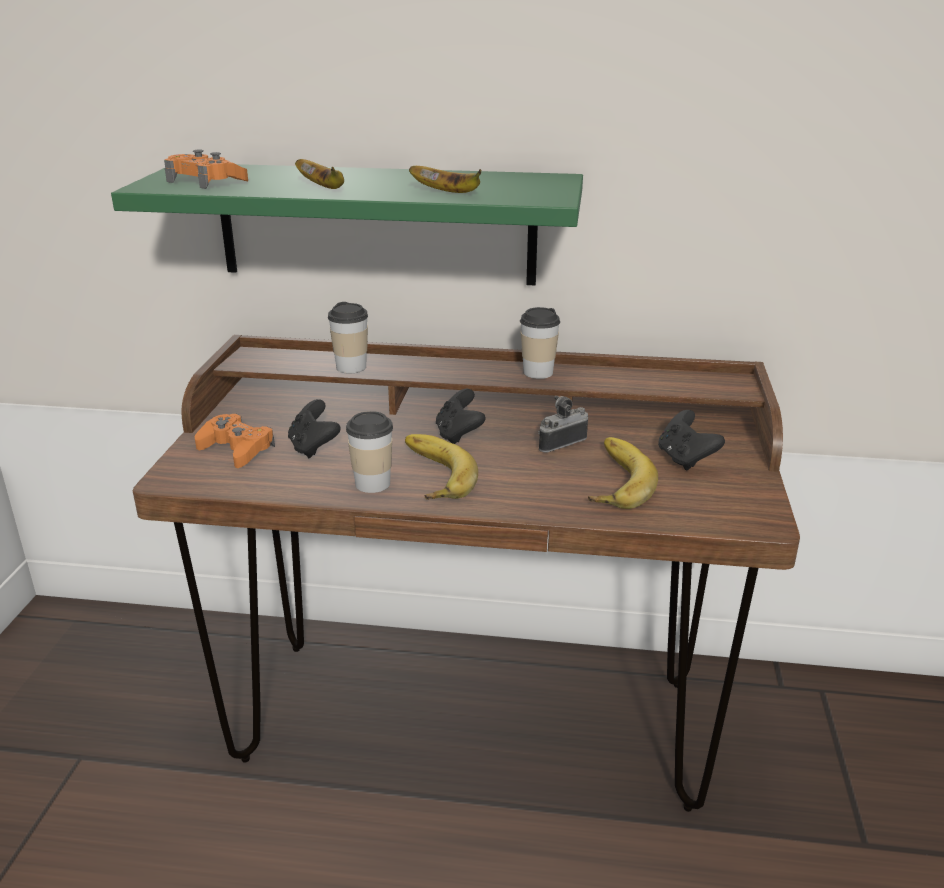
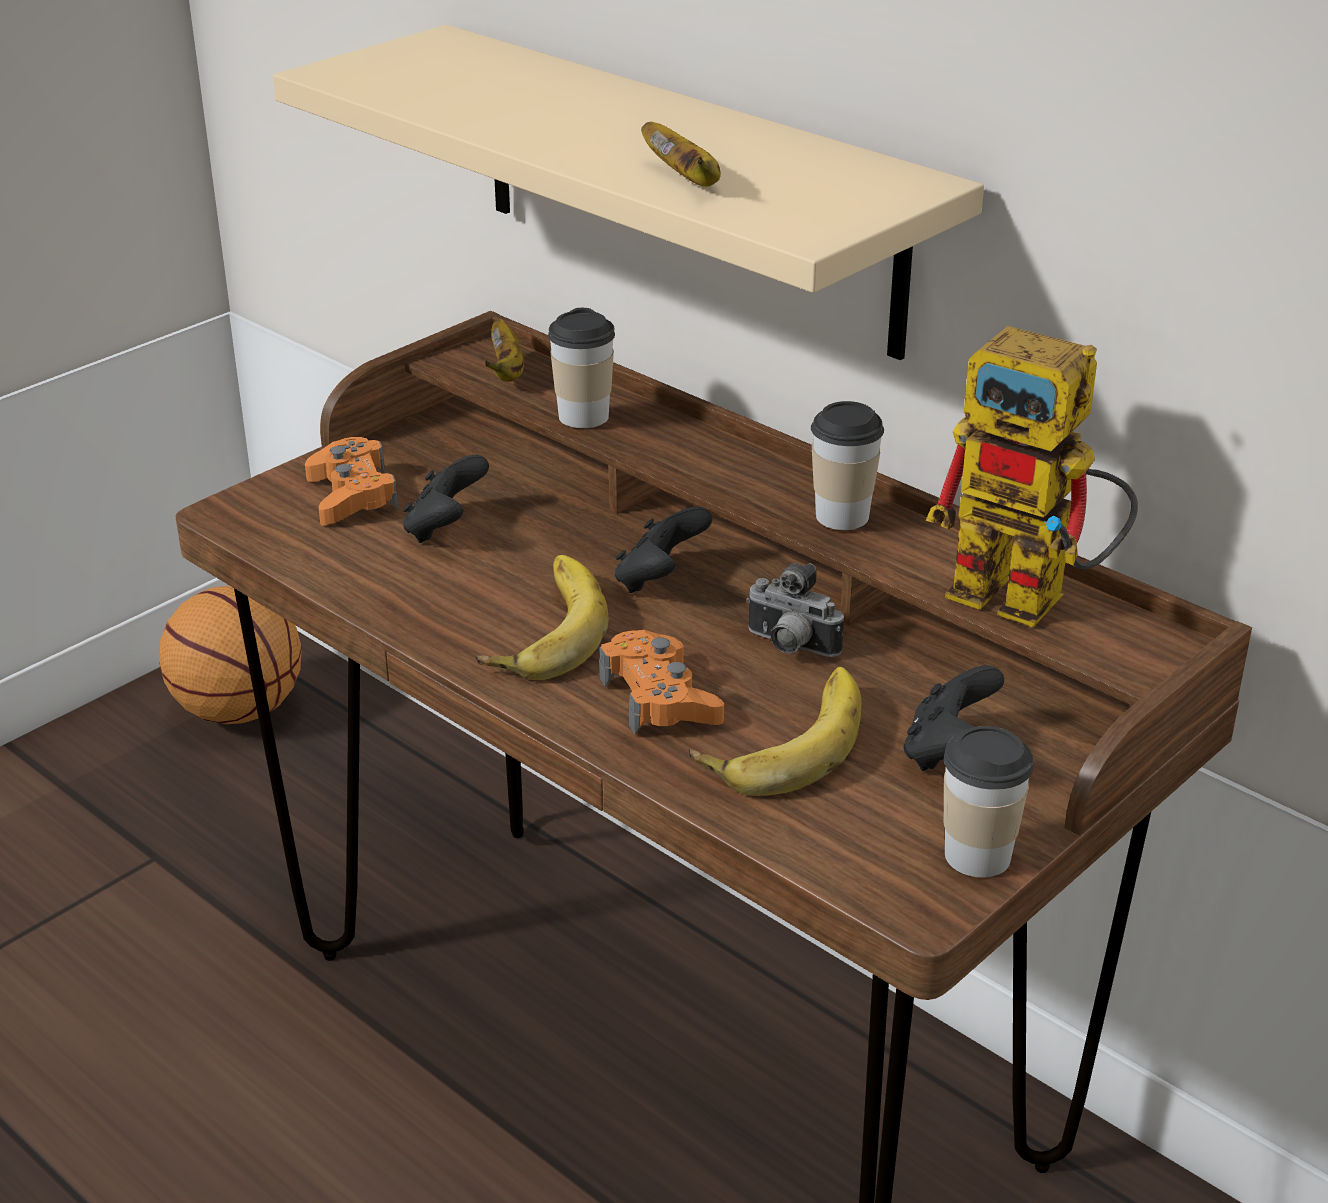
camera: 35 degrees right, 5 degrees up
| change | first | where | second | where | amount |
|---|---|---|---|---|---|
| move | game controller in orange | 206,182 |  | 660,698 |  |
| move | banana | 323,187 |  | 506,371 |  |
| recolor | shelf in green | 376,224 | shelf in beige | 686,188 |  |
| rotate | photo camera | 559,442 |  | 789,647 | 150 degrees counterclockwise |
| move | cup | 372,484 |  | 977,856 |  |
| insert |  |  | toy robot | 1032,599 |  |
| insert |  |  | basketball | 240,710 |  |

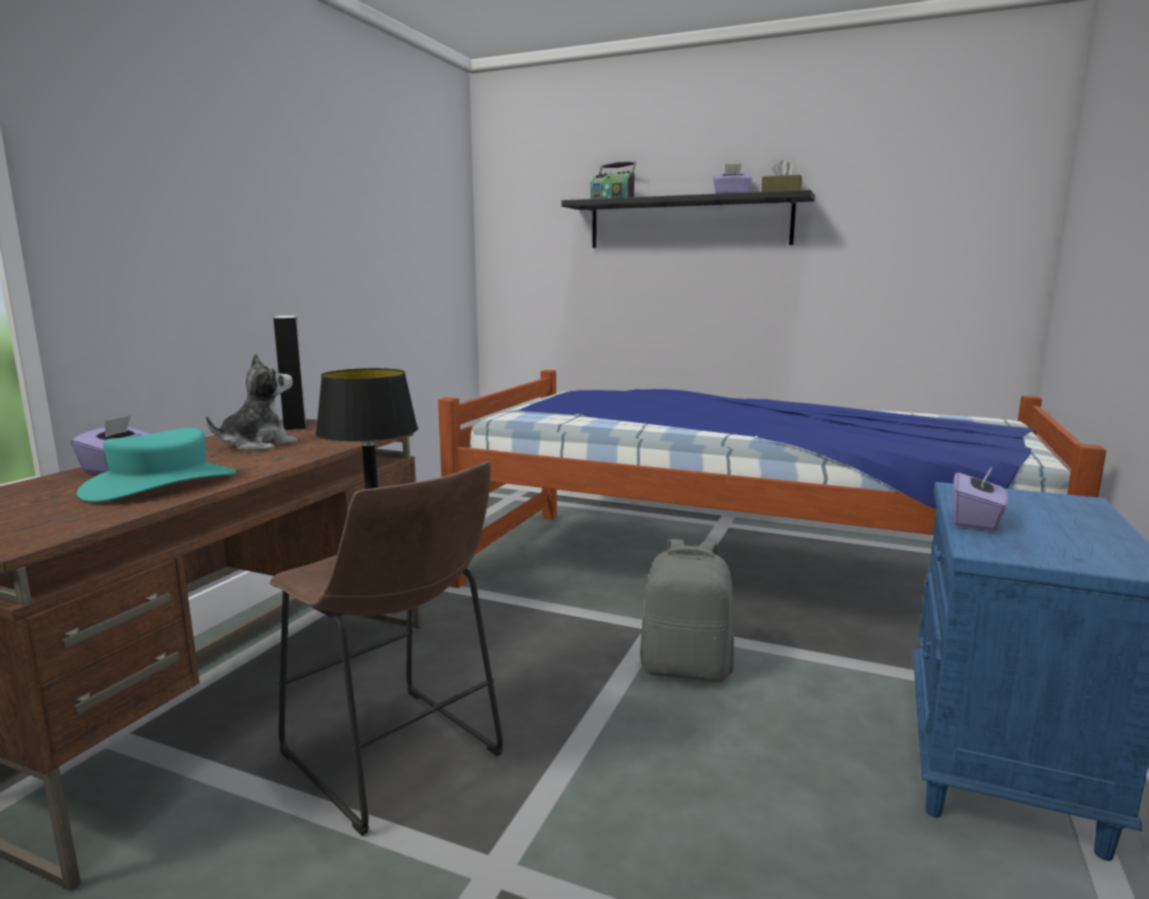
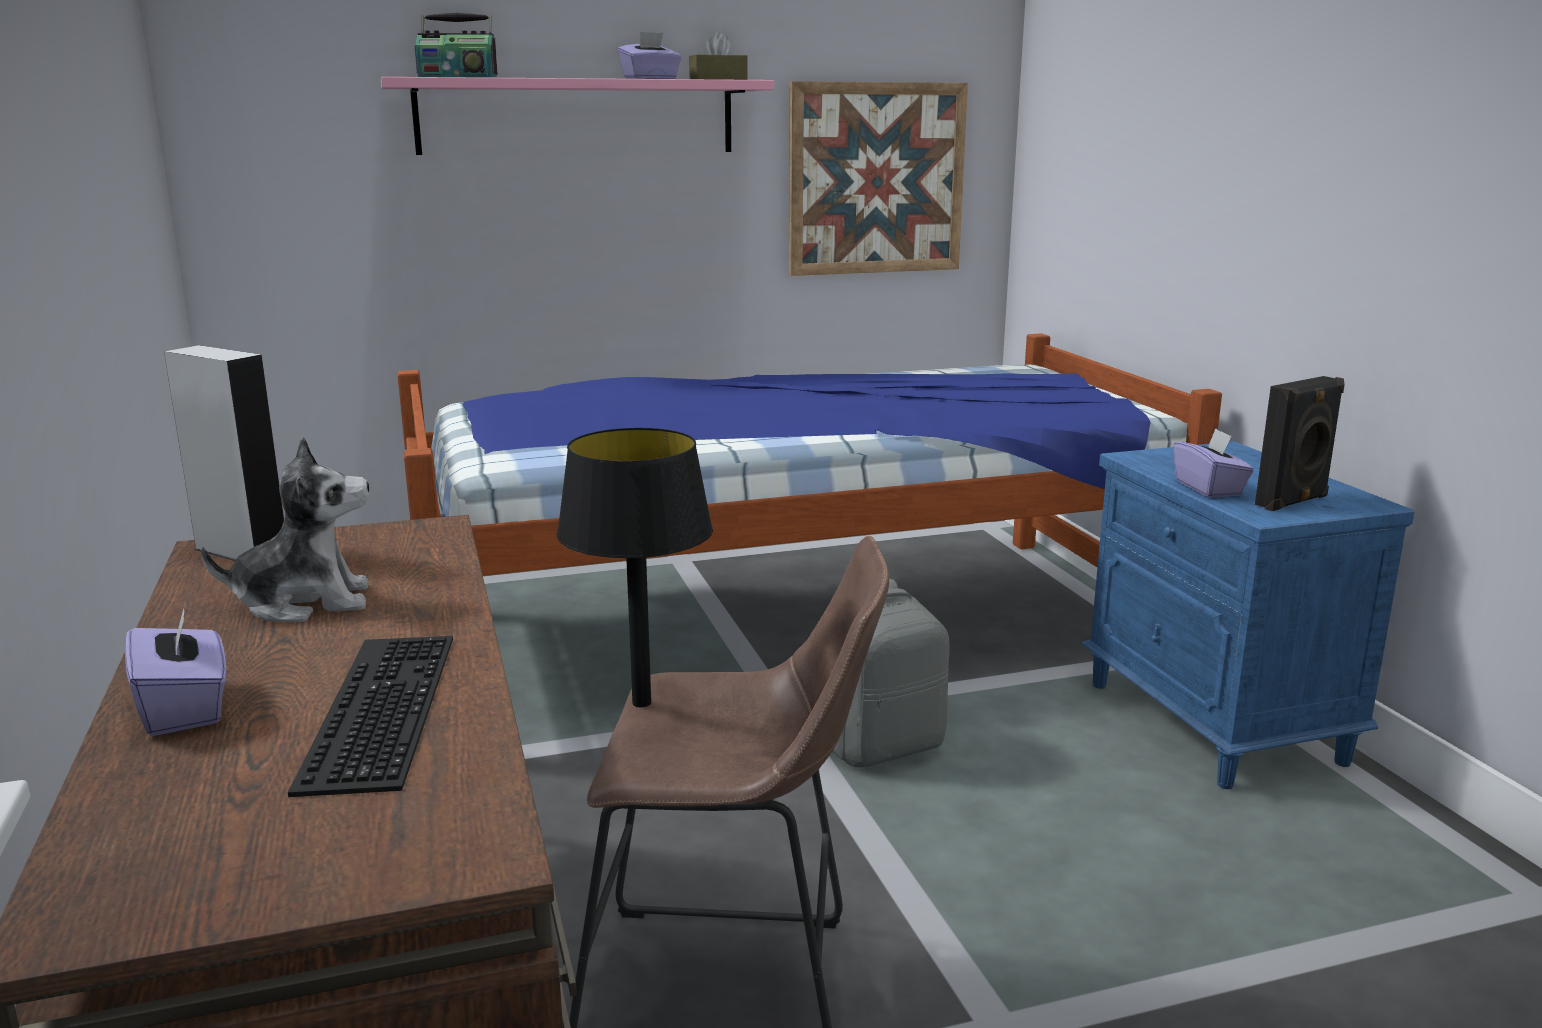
camera: 40 degrees left, 5 degrees up
| change | first | where | second | where | amount |
|---|---|---|---|---|---|
| recolor | shelf in black | 688,223 | shelf in pink | 577,117 |  |
| rotate | plush toy | 257,445 |  | 305,602 | 75 degrees clockwise |
| replace | hat in turquoise | 161,484 | keyboard | 375,706 |  |
| insert |  |  | picture | 876,179 |  |
| insert |  |  | speaker in black | 1293,502 |  |

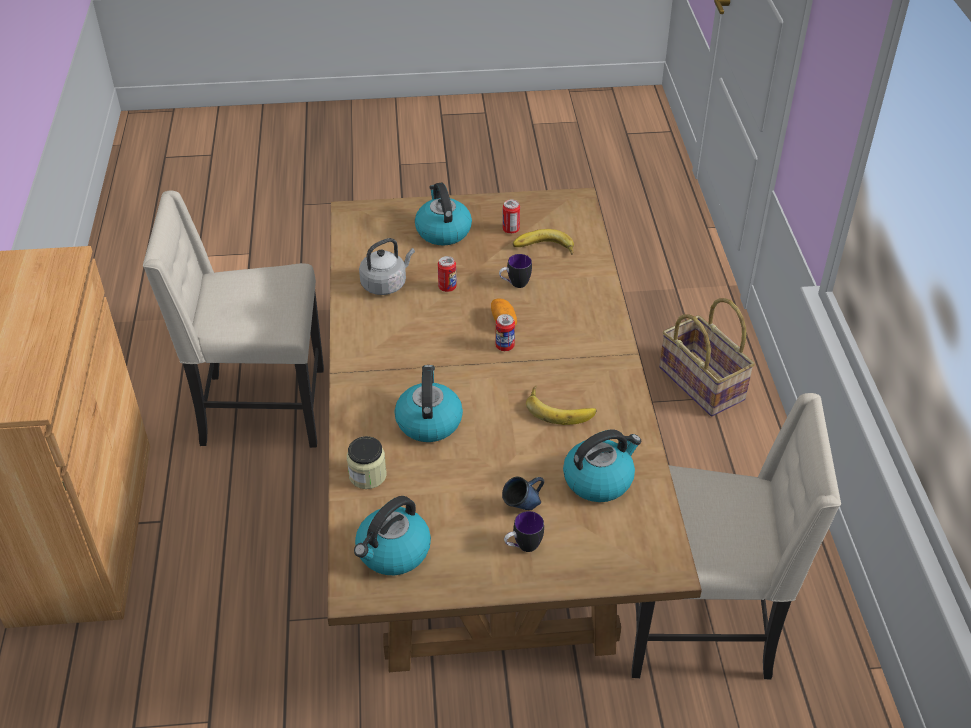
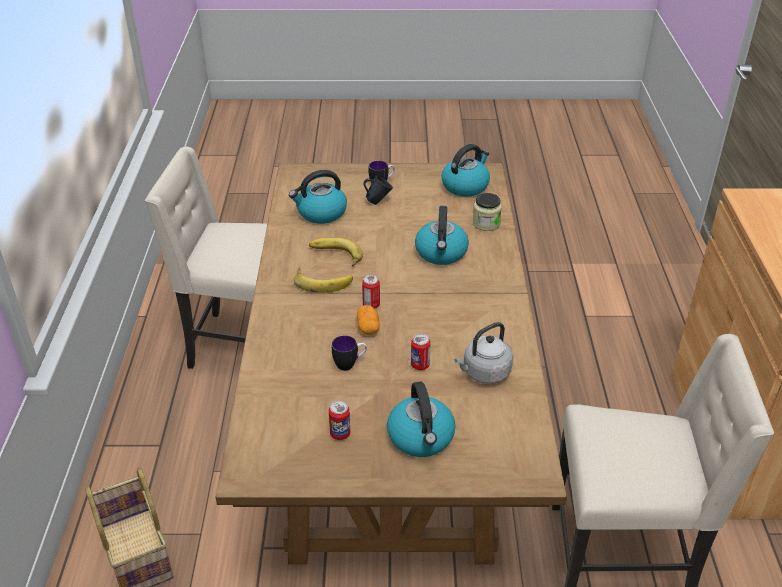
camera: 175 degrees left, 5 degrees down
| change | first | where | second | where | amount |
|---|---|---|---|---|---|
| move | banana | 543,249 |  | 323,281 |  |

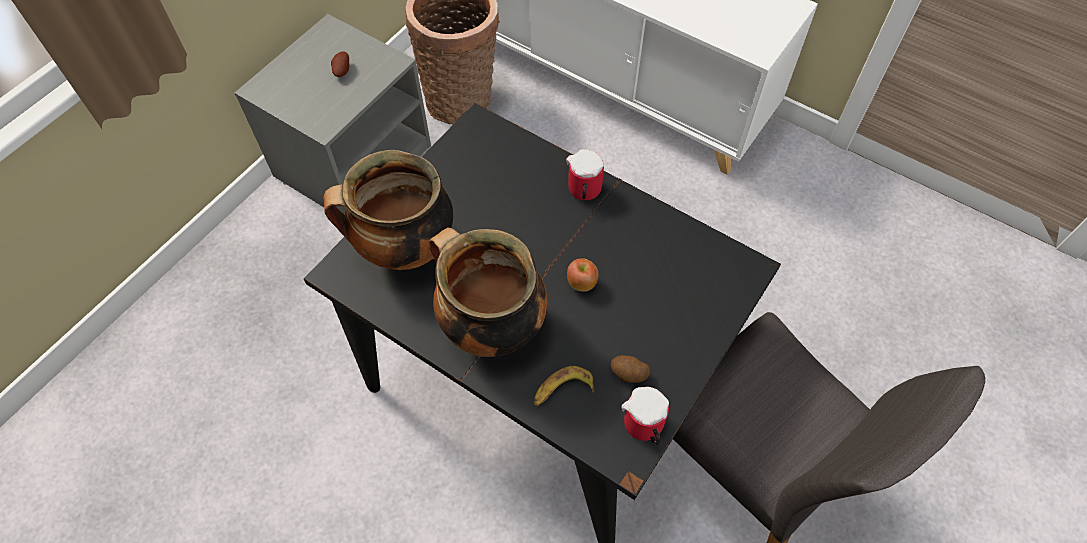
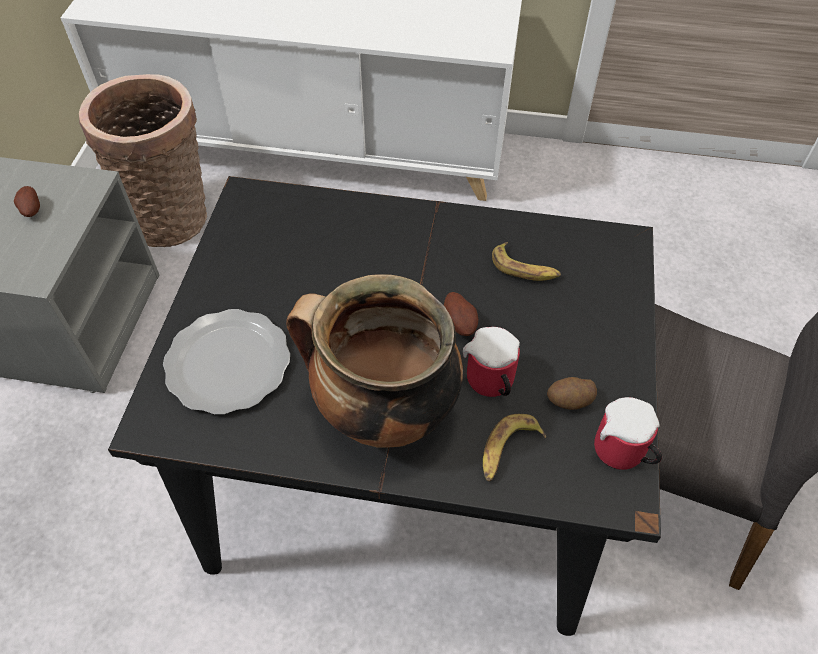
camera: 25 degrees left, 5 degrees down
| change | first | where | second | where | amount |
|---|---|---|---|---|---|
| move | mug | 583,191 |  | 490,384 |  |
| replace | cooking pot | 404,250 | plate | 228,365 |  |
| replace | apple | 581,283 | potato | 460,323 |  |
| insert |  |  | banana | 524,269 |  |

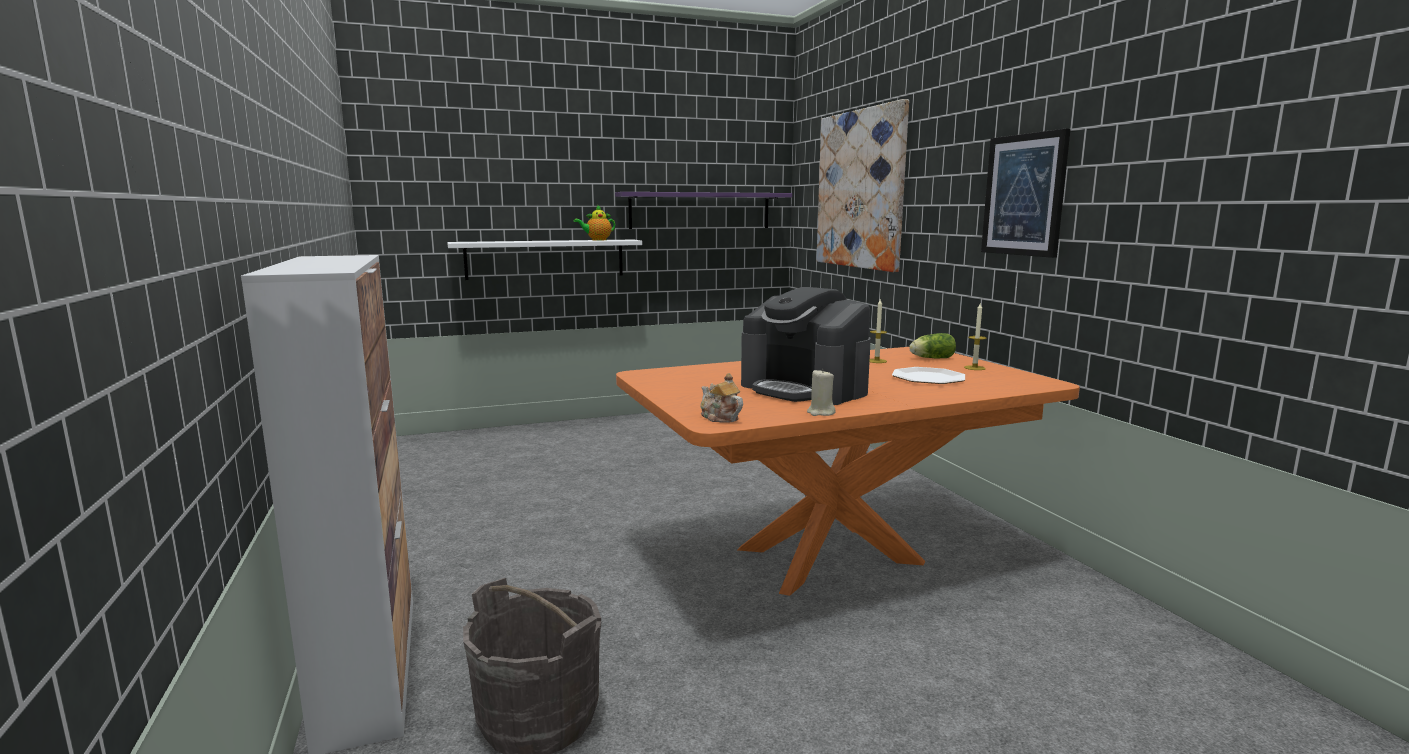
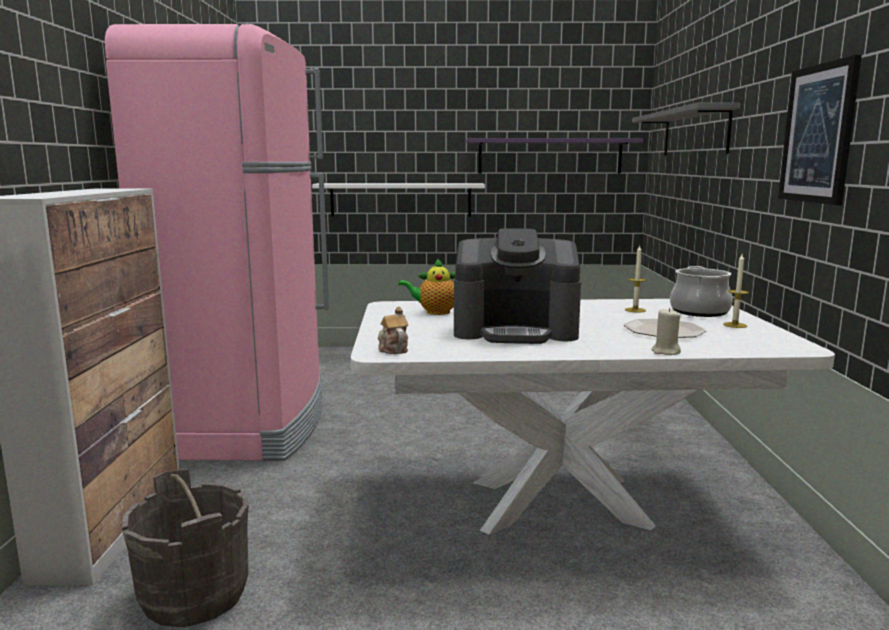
camera: 20 degrees right, 0 degrees up
| change | first | where | second | where | amount |
|---|---|---|---|---|---|
| replace | picture | 860,189 | shelf in grey | 694,133 |  |
| move | teapot | 597,240 |  | 435,312 |  |
| rotate | coffee machine | 804,389 |  | 516,330 | 60 degrees counterclockwise |
| replace | lettuce | 930,358 | cooking pot | 700,311 |  |
| recolor | dining table in orange | 831,556 | dining table in white | 559,504 |  |
| move | candle in beige | 820,413 |  | 665,352 |  |
| insert |  |  | fridge in pink | 248,426 |  |

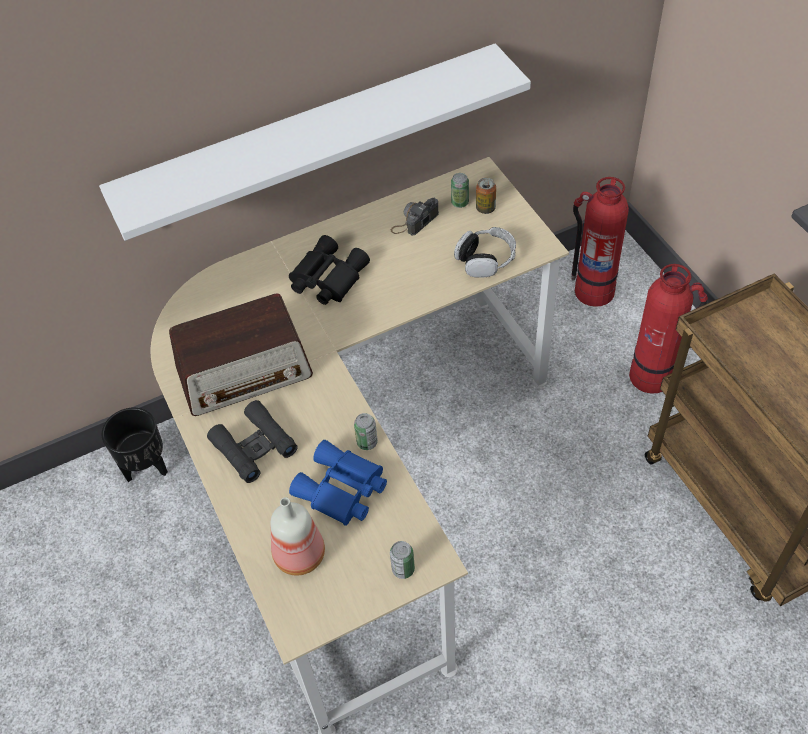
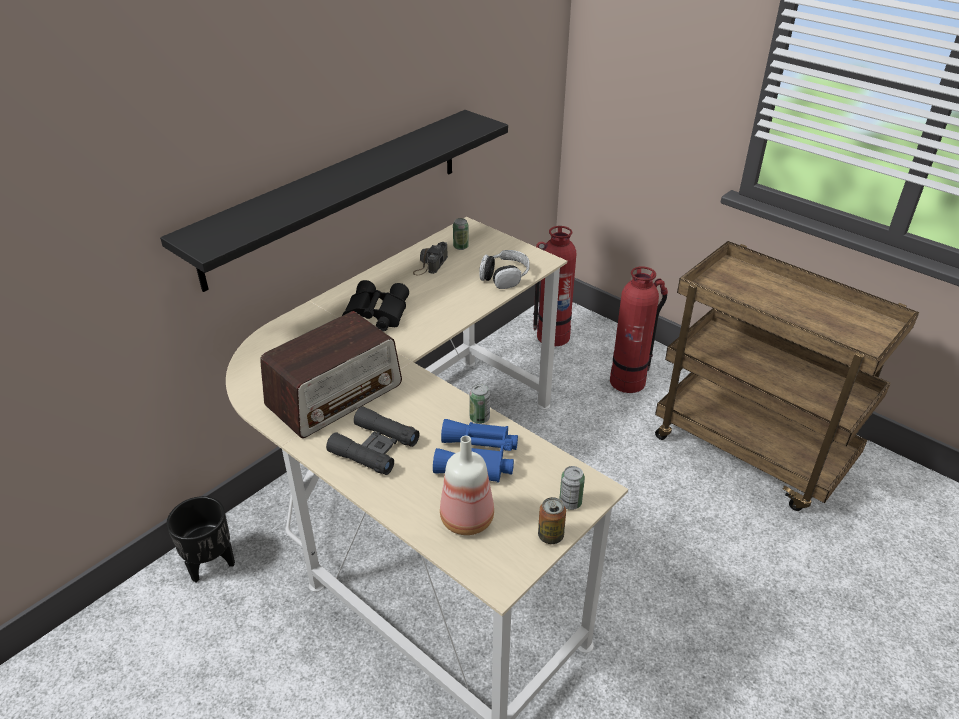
camera: 25 degrees left, 15 degrees down
| change | first | where | second | where | amount |
|---|---|---|---|---|---|
| recolor | shelf in white | 311,139 | shelf in black | 337,195 |  |
| move | can | 485,208 |  | 550,536 |  |

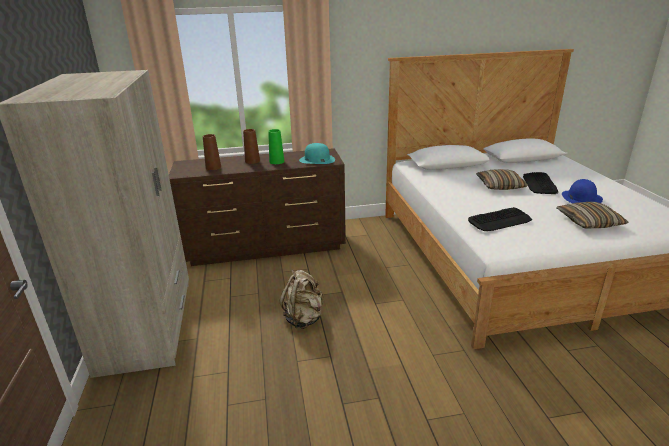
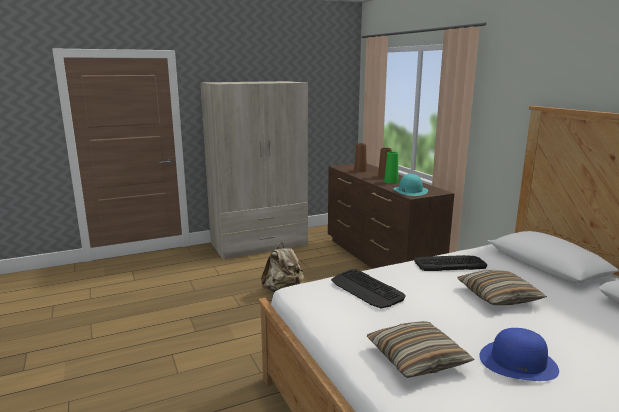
camera: 75 degrees right, 10 degrees down
| change | first | where | second | where | amount |
|---|---|---|---|---|---|
| move | keyboard | 539,184 |  | 449,263 |  |

